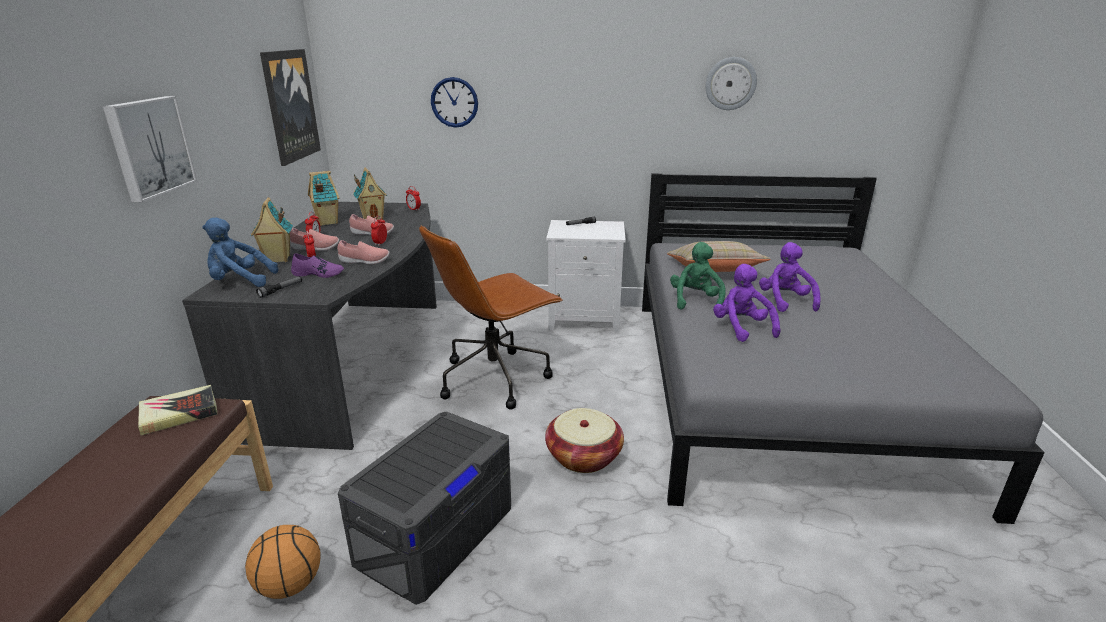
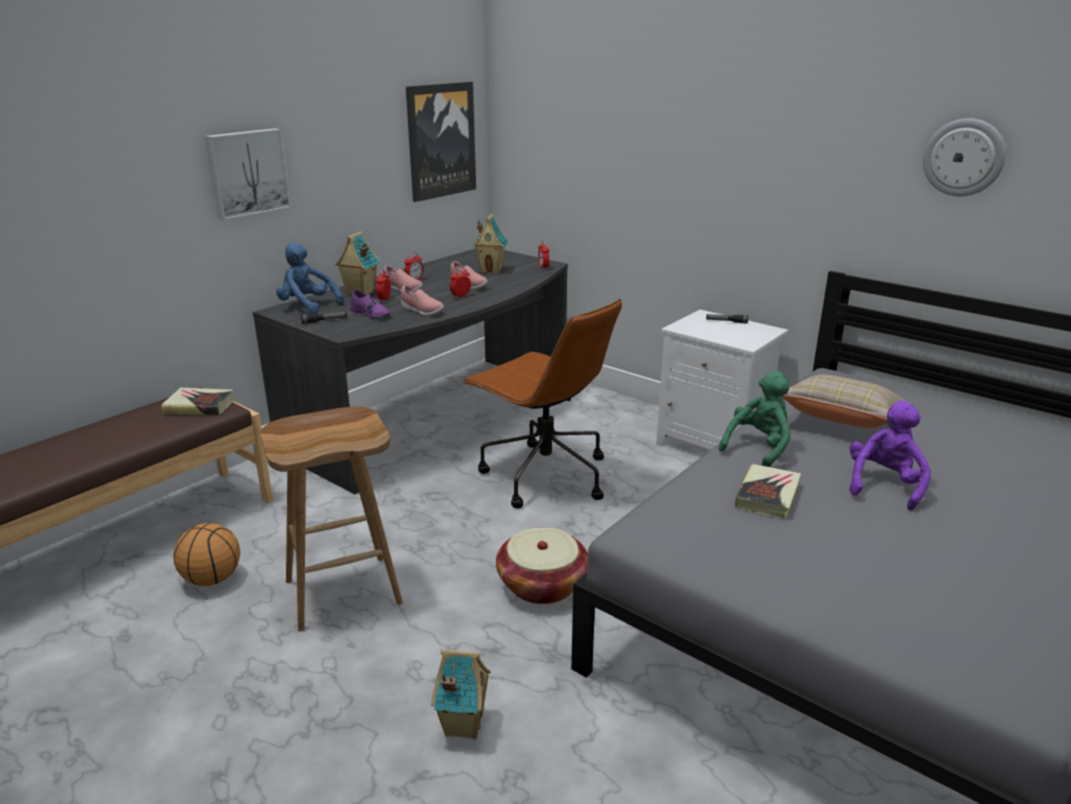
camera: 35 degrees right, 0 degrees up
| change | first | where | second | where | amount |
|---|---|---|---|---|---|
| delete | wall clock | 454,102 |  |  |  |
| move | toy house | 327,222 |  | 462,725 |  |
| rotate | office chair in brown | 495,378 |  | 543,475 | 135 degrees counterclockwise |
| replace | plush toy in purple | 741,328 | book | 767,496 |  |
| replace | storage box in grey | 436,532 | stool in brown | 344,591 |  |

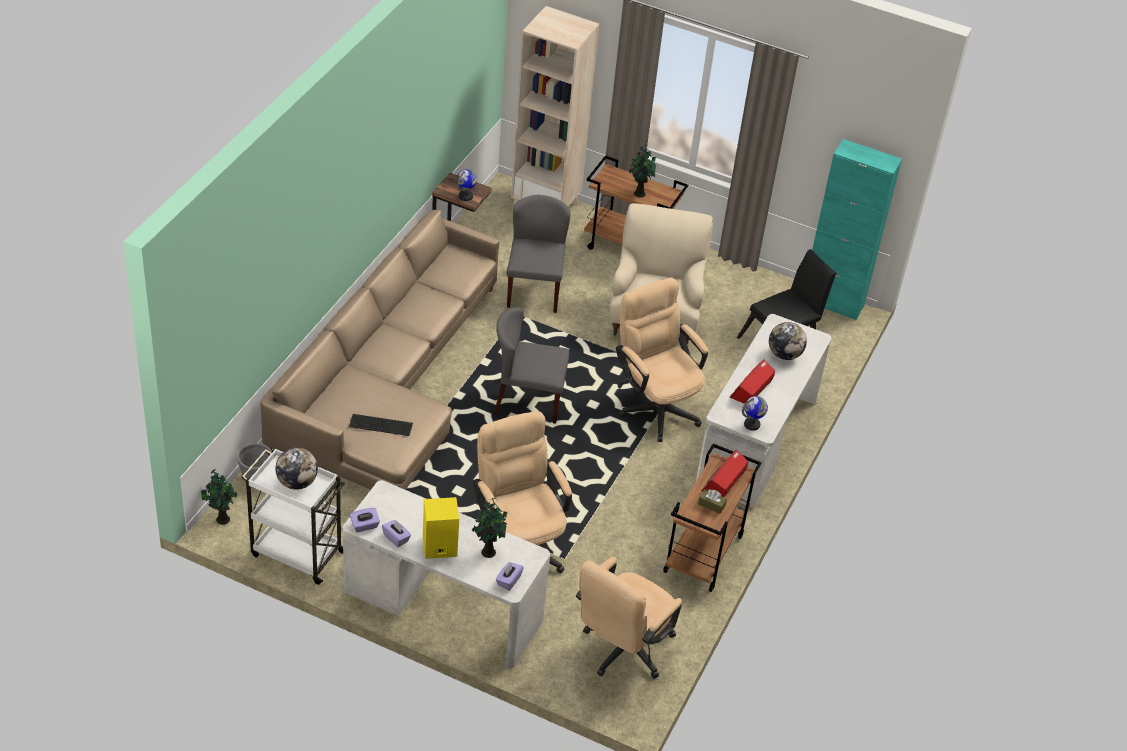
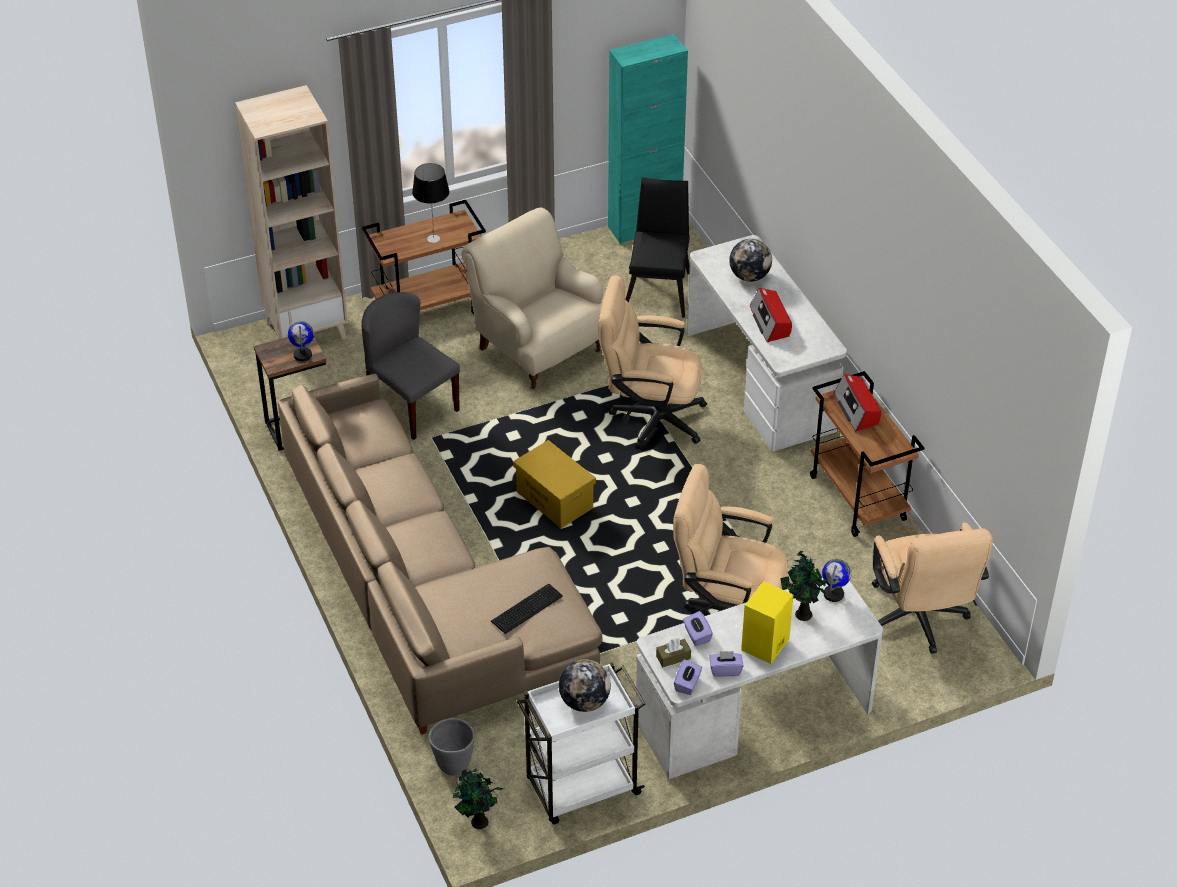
camera: 45 degrees left, 0 degrees up
| change | first | where | second | where | amount |
|---|---|---|---|---|---|
| replace | potted plant | 639,193 | table lamp | 433,238 |  |
| replace | chair in grey | 527,401 | storage box in yellow | 554,500 |  |
| move | globe | 752,424 |  | 834,594 |  |
| move | tissue box in brown | 711,505 |  | 673,657 |  |
| move | tissue box in purple | 508,581 |  | 697,635 |  |

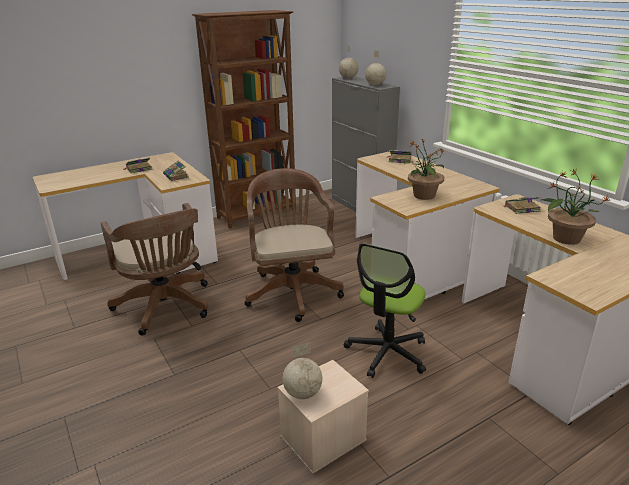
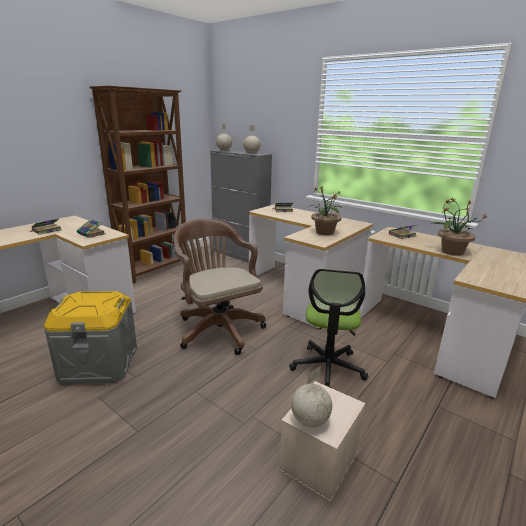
camera: 20 degrees left, 5 degrees down
| change | first | where | second | where | amount |
|---|---|---|---|---|---|
| replace | office chair in brown | 166,308 | storage box in grey | 99,364 |  |

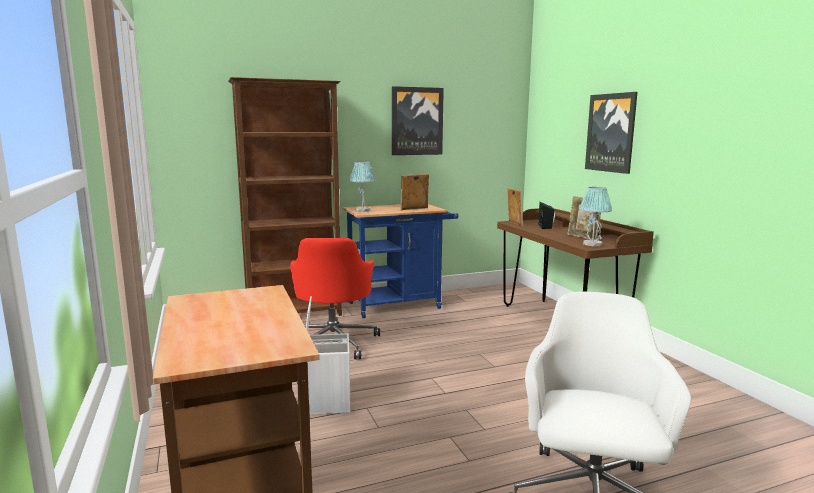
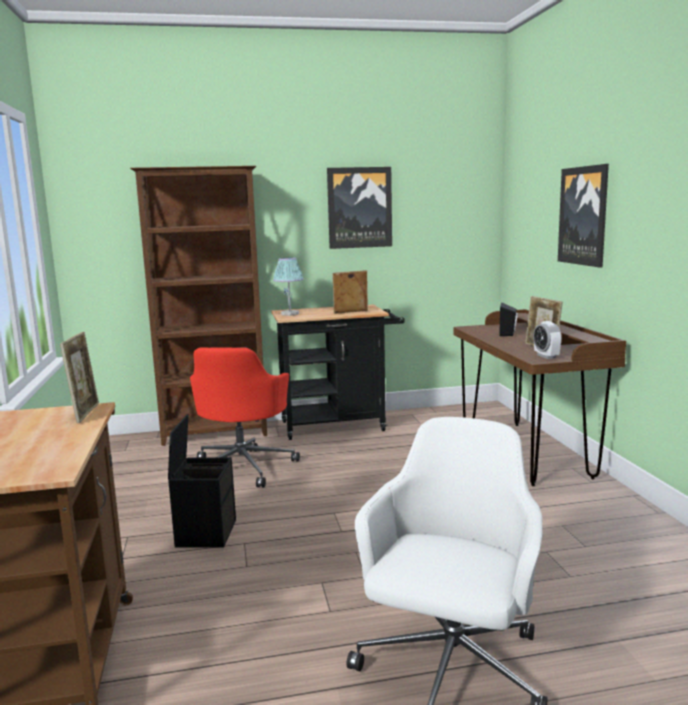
camera: 10 degrees right, 0 degrees up
| change | first | where | second | where | amount |
|---|---|---|---|---|---|
| replace | table lamp | 593,244 | alarm clock | 546,356 |  |
| move | picture frame | 514,223 |  | 85,413 |  |
| recolor | cart in blue | 400,305 | cart in black | 339,425 |  |
| recolor | storage box in white | 327,400 | storage box in black | 205,532 |  |

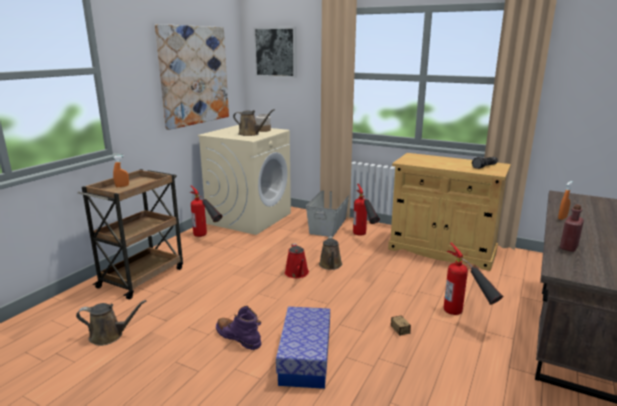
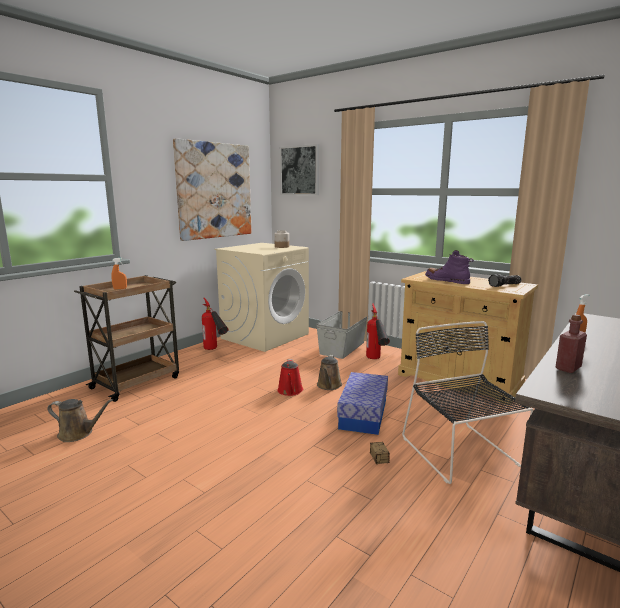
camera: 10 degrees right, 5 degrees down
| change | first | where | second | where | amount |
|---|---|---|---|---|---|
| delete | watering can in brown | 250,134 |  |  |  |
| replace | fire extinguisher | 466,319 | chair in black | 461,454 |  |
| move | boot in purple | 238,338 |  | 447,281 |  |
| move | storage box | 305,358 |  | 363,414 |  |

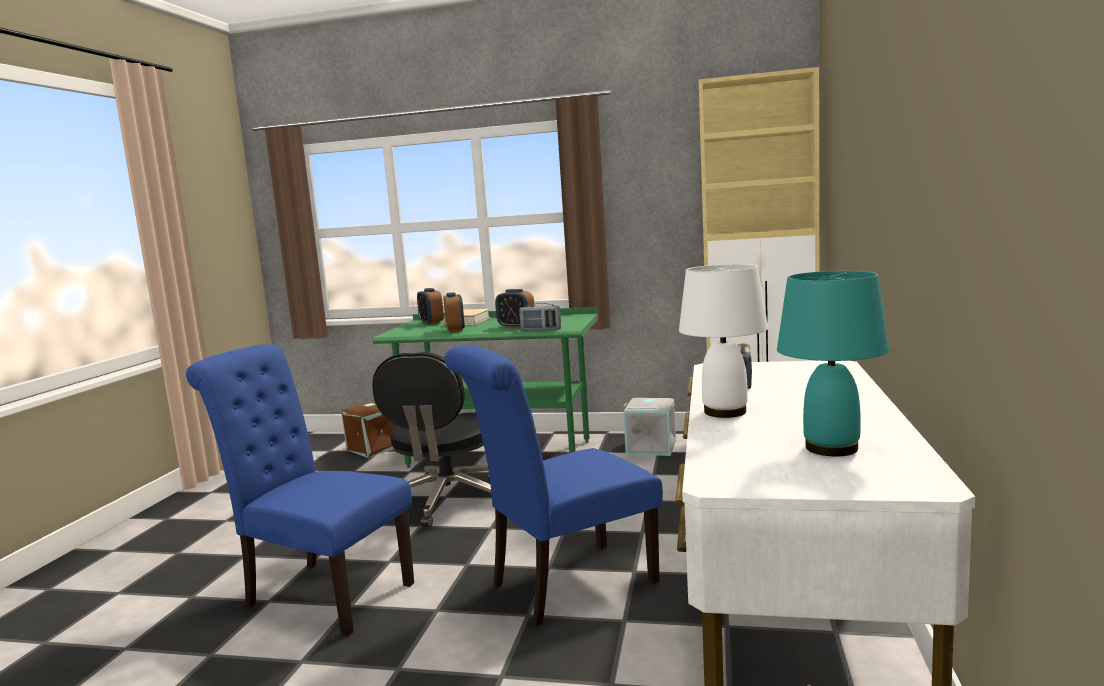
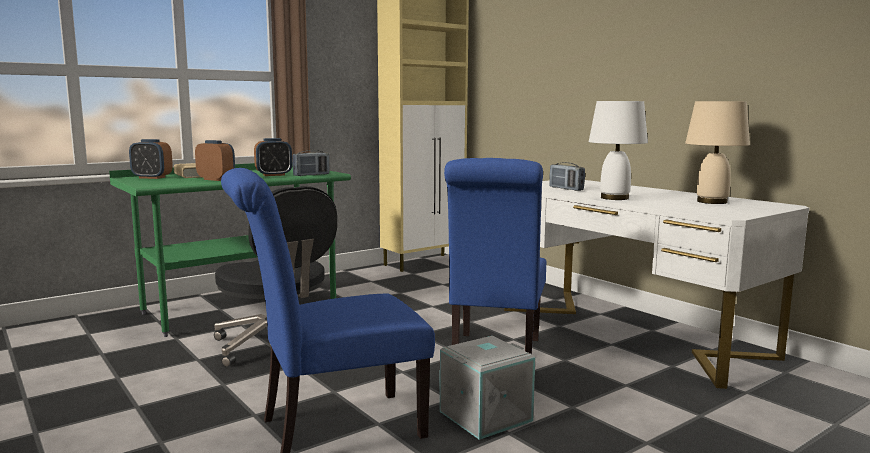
camera: 50 degrees left, 0 degrees up
| change | first | where | second | where | amount |
|---|---|---|---|---|---|
| recolor | table lamp in turquoise | 832,448 | table lamp in beige | 712,202 |  |
| move | storage box in grey | 651,447 |  | 485,415 |  |
| delete | storage box in brown | 374,448 |  |  |  |

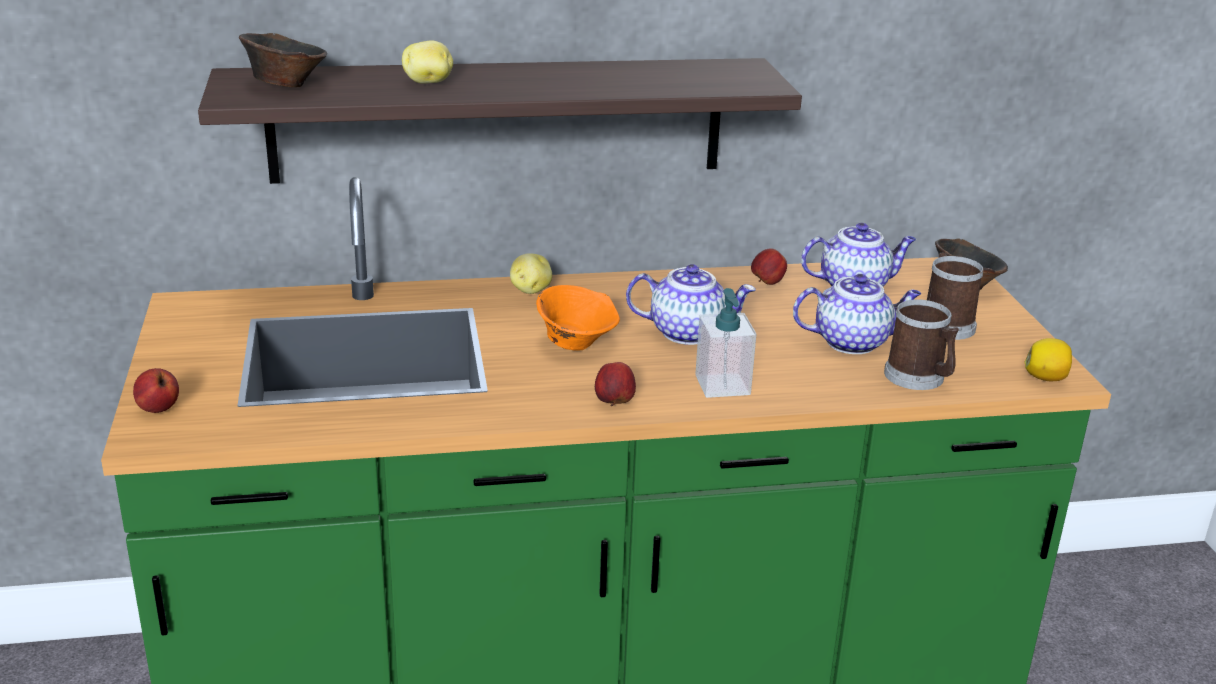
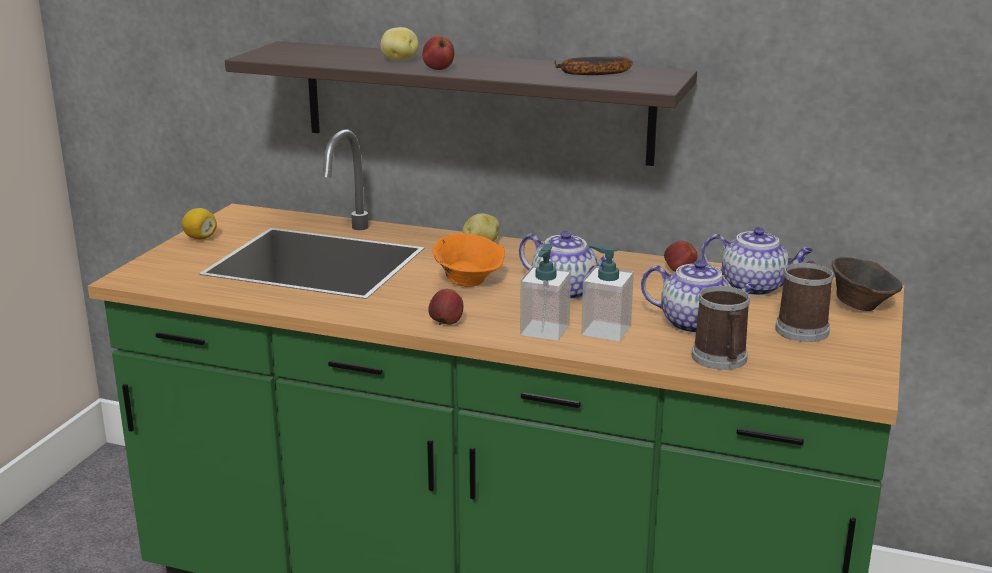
camera: 30 degrees right, 5 degrees down
| change | first | where | second | where | amount |
|---|---|---|---|---|---|
| delete | bowl in brown | 285,85 |  |  |  |
| move | lemon | 1046,378 |  | 200,238 |  |
| move | apple | 158,409 |  | 438,69 |  |
| insert |  |  | banana | 590,73 |  |
| insert |  |  | soap dispenser | 605,330 |  |

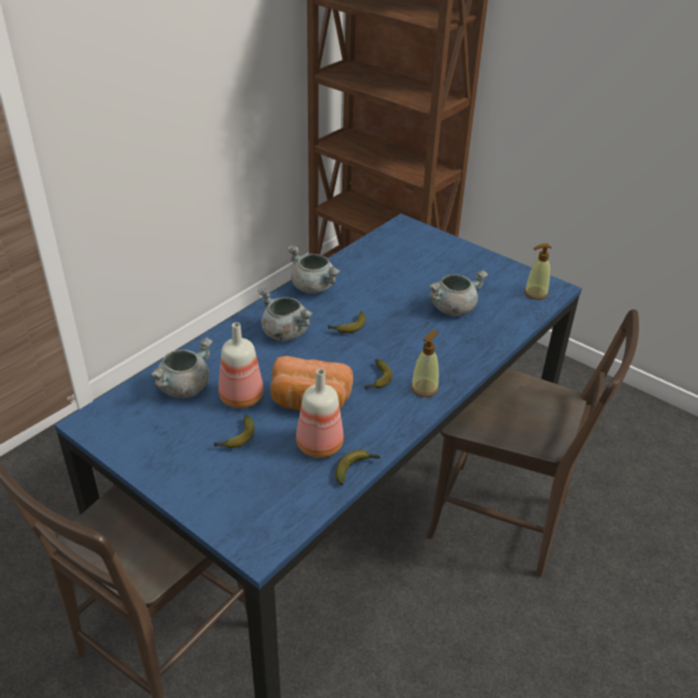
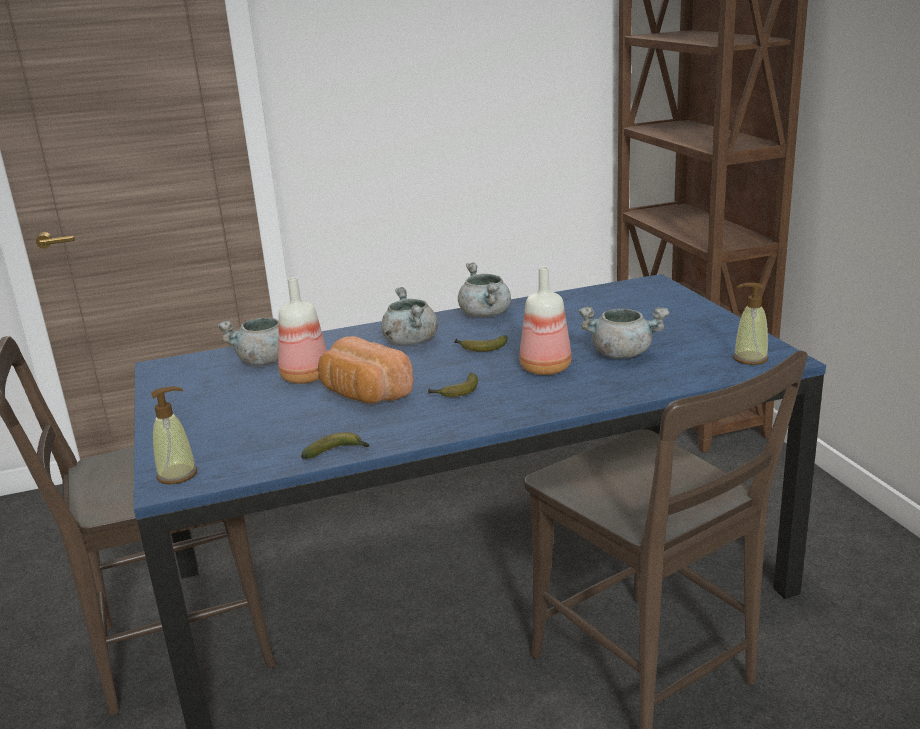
camera: 35 degrees right, 15 degrees down
| change | first | where | second | where | amount |
|---|---|---|---|---|---|
| move | soap dispenser | 424,388 |  | 177,475 |  |
| move | bottle | 318,446 |  | 543,369 |  |
| delete | banana | 236,438 |  |  |  |

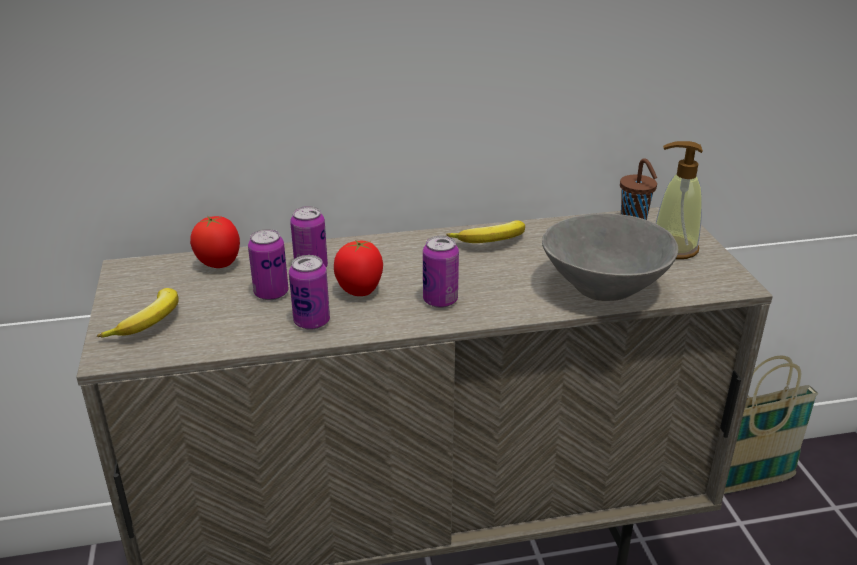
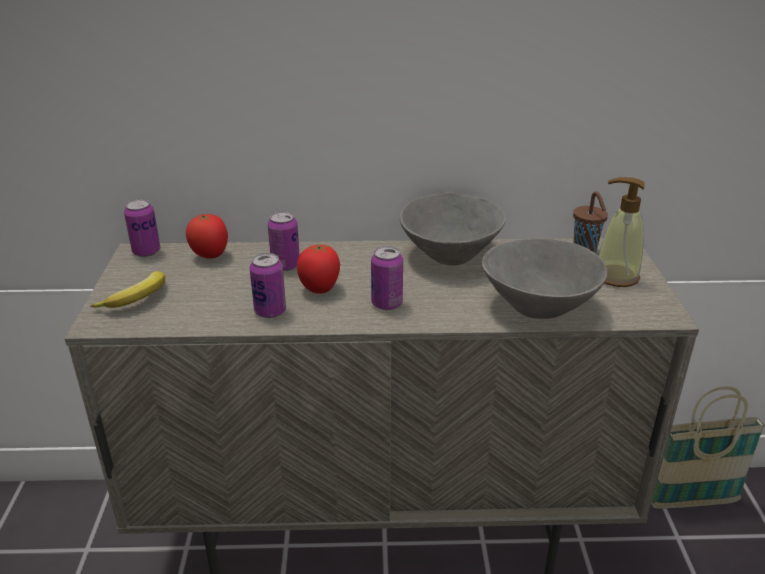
camera: 10 degrees right, 0 degrees up
| change | first | where | second | where | amount |
|---|---|---|---|---|---|
| replace | banana | 491,241 | bowl in grey | 449,255 |  |
| move | can | 271,293 |  | 146,251 |  |

